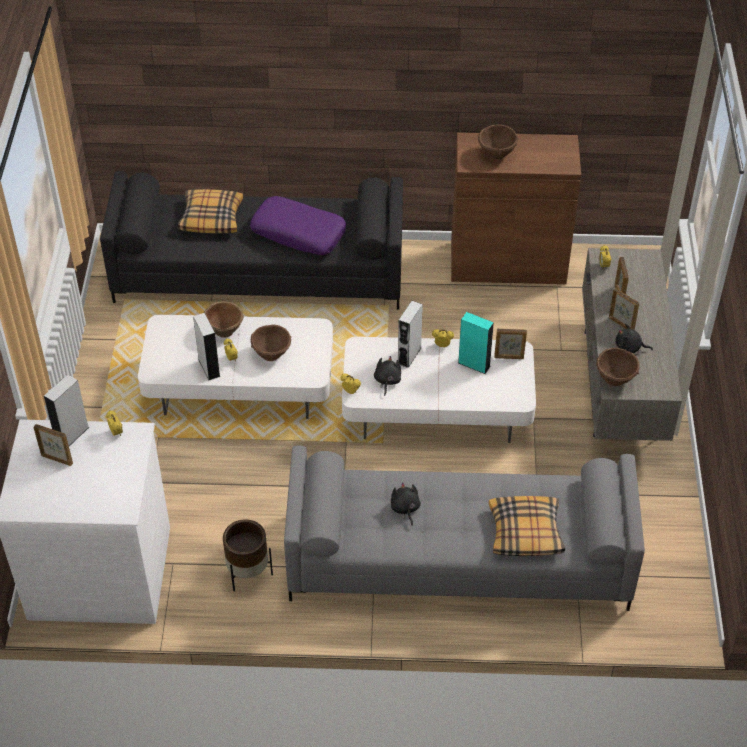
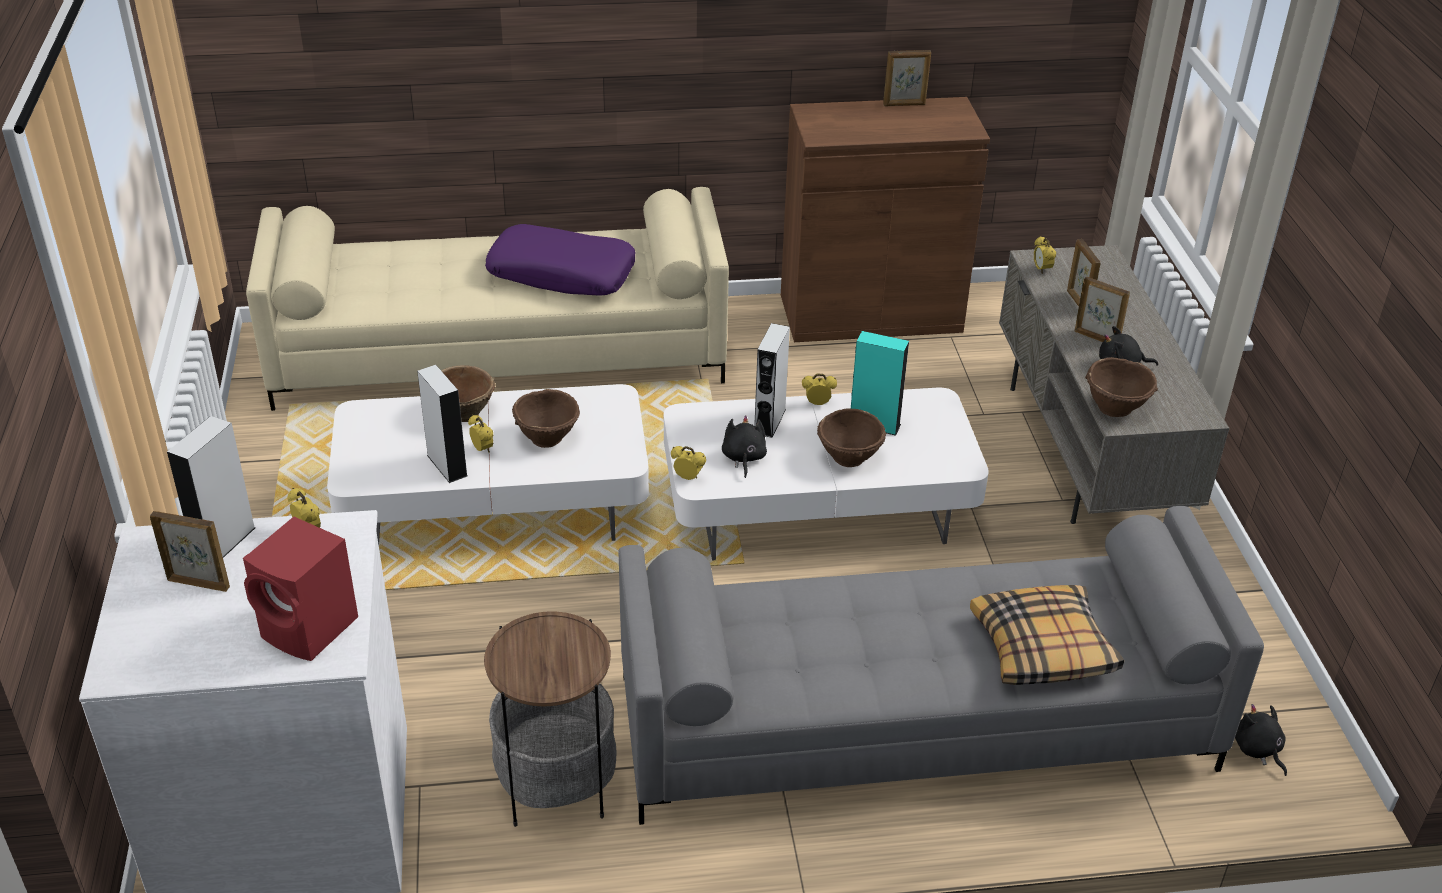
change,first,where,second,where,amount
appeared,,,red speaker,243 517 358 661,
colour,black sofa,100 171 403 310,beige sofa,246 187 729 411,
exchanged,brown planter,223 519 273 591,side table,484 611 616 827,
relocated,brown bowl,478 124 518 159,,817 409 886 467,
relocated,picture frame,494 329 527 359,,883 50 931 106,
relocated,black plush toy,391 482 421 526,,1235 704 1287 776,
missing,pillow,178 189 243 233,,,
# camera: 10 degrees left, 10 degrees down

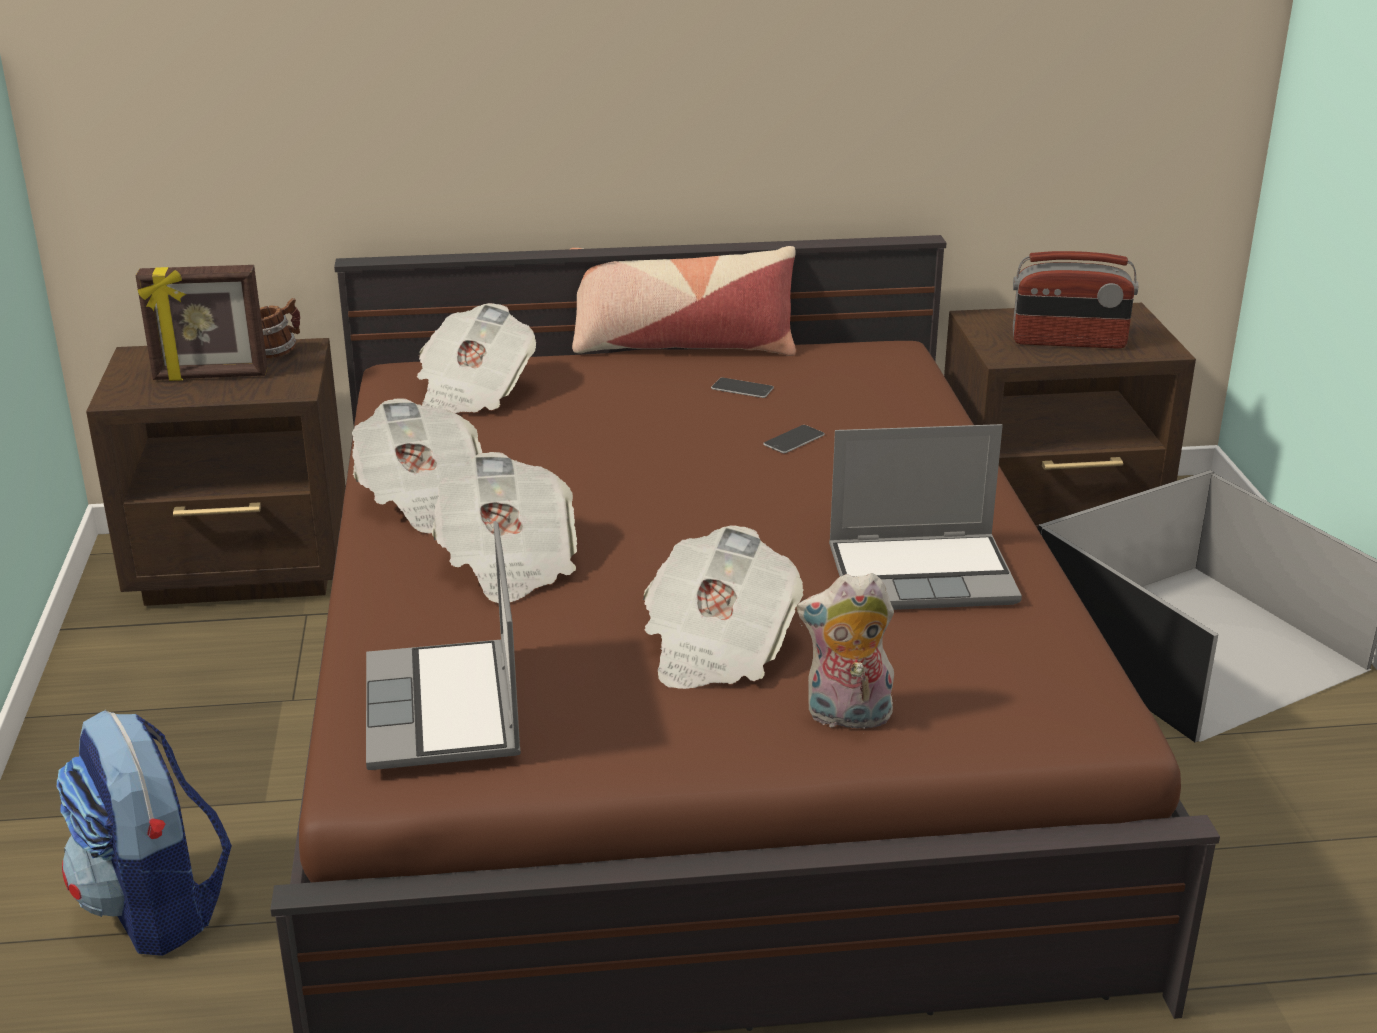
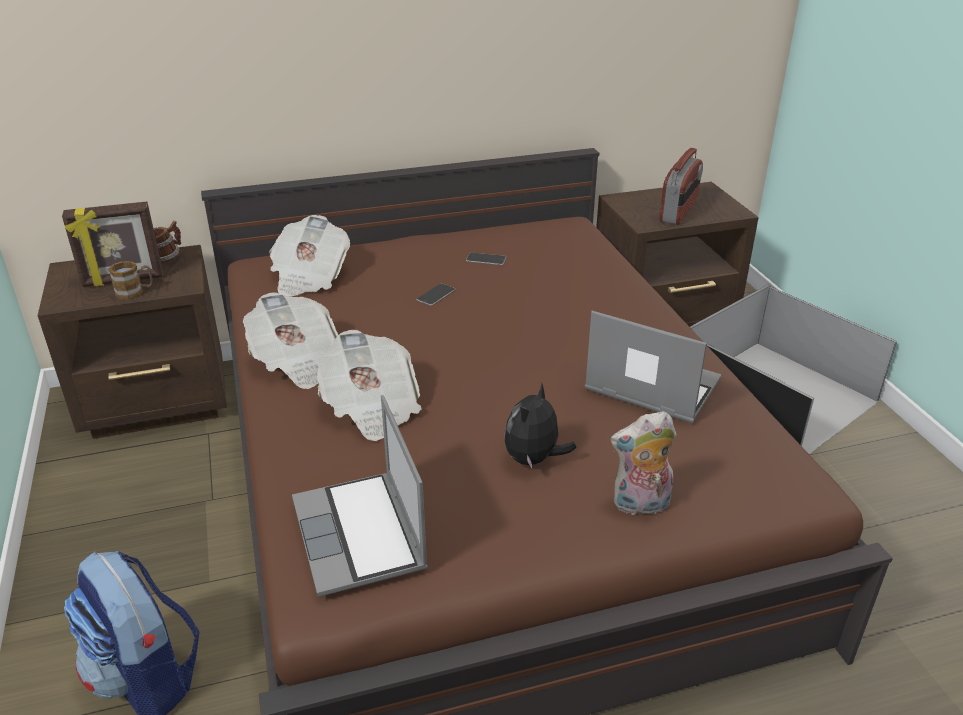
change,first,where,second,where,amount
appeared,,,mug,108 261 153 300,
relocated,phone,763 425 825 453,,417 284 455 306,
exchanged,newspaper,643 525 803 689,plush toy,505 383 576 470,
spun,laptop,829 424 1022 610,,585 311 722 423,135 degrees counterclockwise
spun,radio,1013 251 1139 349,,659 148 703 225,60 degrees counterclockwise
missing,pillow,571 246 796 356,,,
# camera: 10 degrees left, 5 degrees up

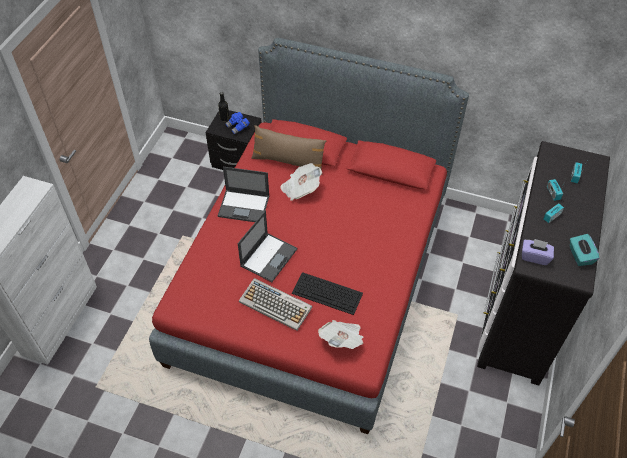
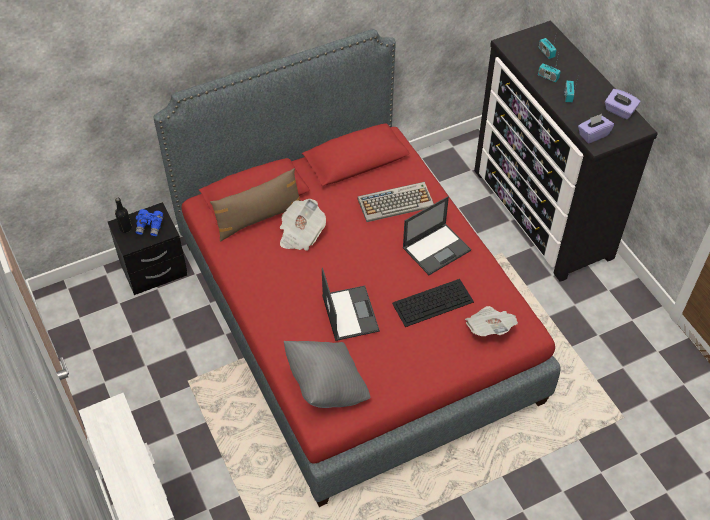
change,first,where,second,where,amount
appeared,,,grey pillow,284 341 370 408,
relocated,keyboard,239 278 312 331,,358 182 434 222,
relocated,laptop,218 167 270 222,,402 196 471 275,
colour,turquoise tissue box,570 234 599 266,purple tissue box,605 89 640 119,
# camera: 45 degrees left, 0 degrees up

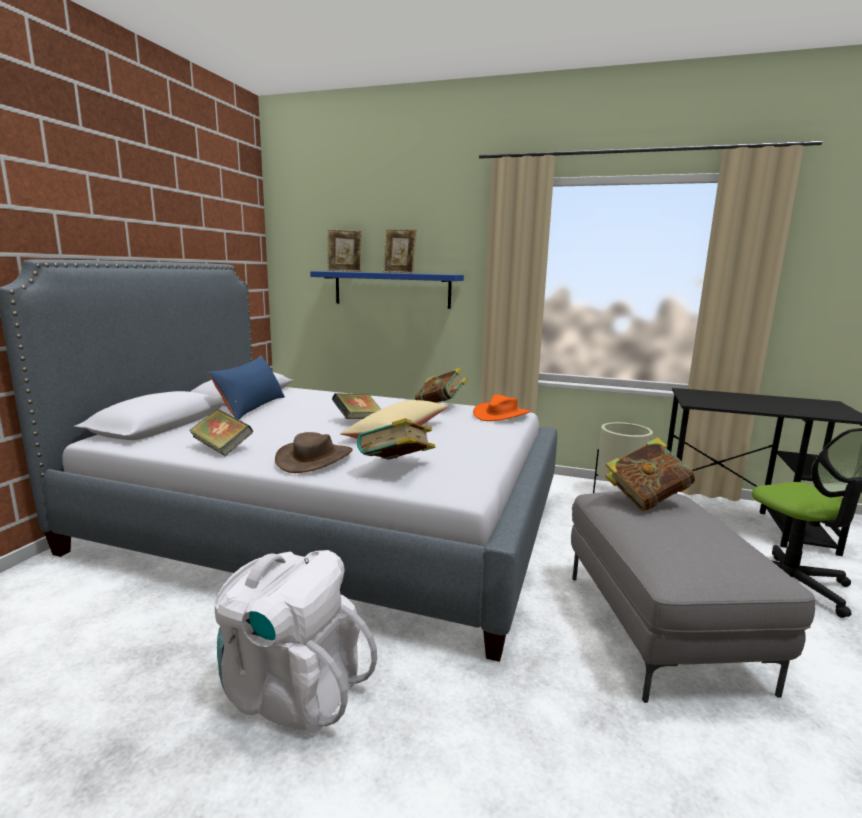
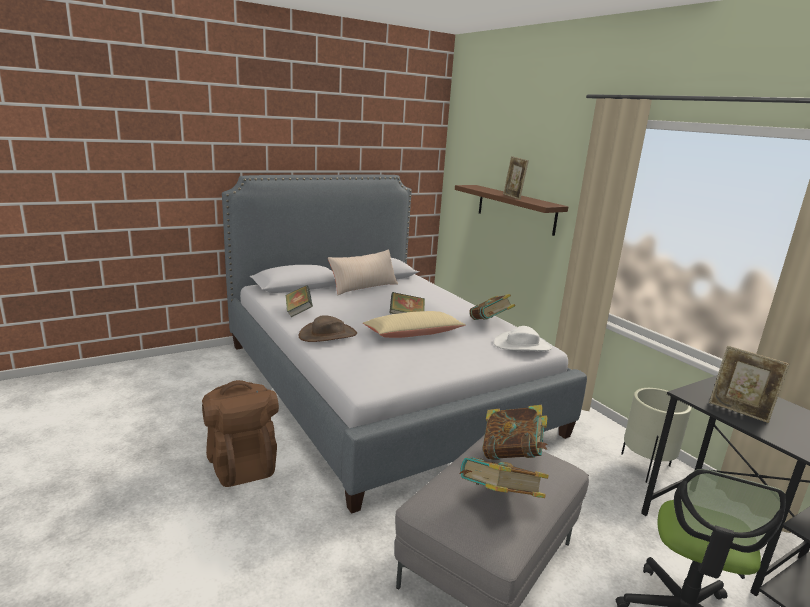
change,first,where,second,where,amount
colour,white backpack,215 550 377 734,brown backpack,202 380 279 487,
colour,blue pillow,208 356 285 420,beige pillow,328 249 398 296,
colour,blue shelf,310 271 464 309,brown shelf,455 185 568 236,
relocated,book,357 418 435 460,,459 457 548 498,
colour,orange hat,473 394 530 421,white hat,493 326 552 351,
relocated,picture frame,327 229 362 272,,709 346 790 423,
# camera: 40 degrees right, 5 degrees up

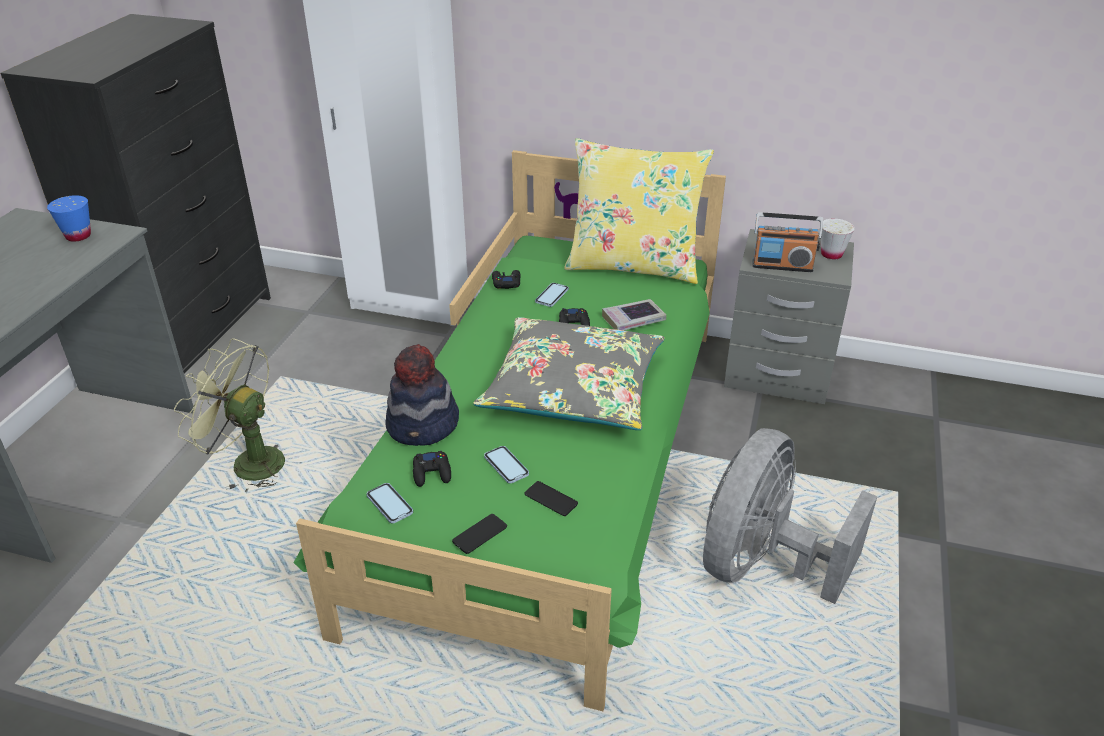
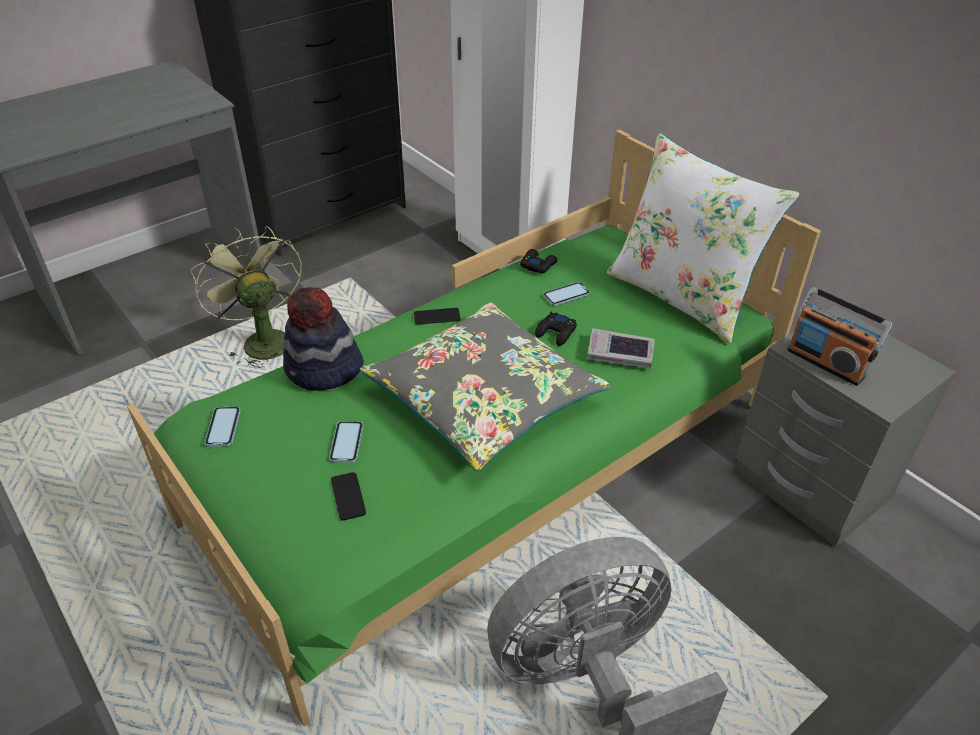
change,first,where,second,where,amount
relocated,phone,452 514 507 554,,414 308 460 325,
colour,yellow pillow,564 138 714 284,white pillow,607 133 800 344,
missing,blue cup,47 195 91 242,,,
missing,black game controller,413 451 451 487,,,
missing,white cup,821 219 855 259,,,
# camera: 35 degrees right, 5 degrees up

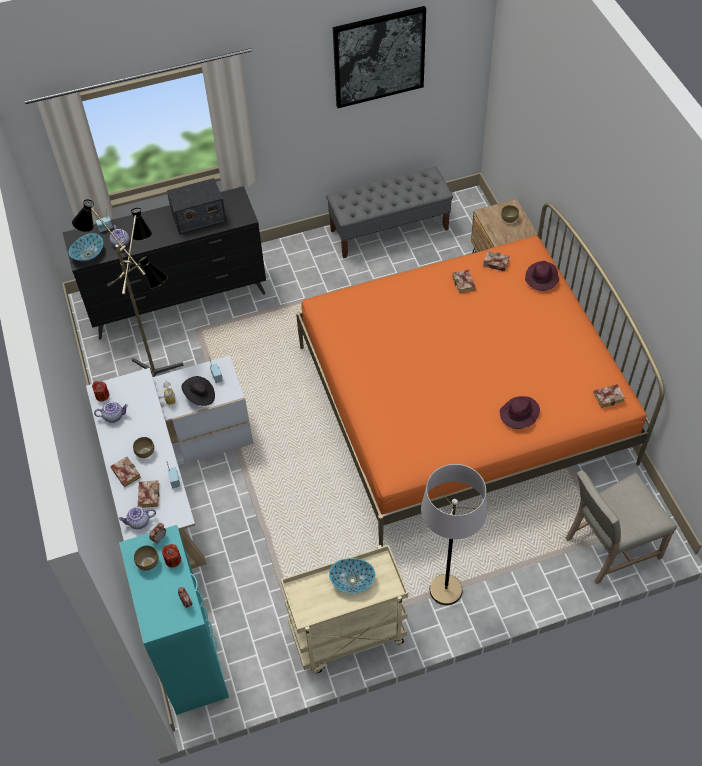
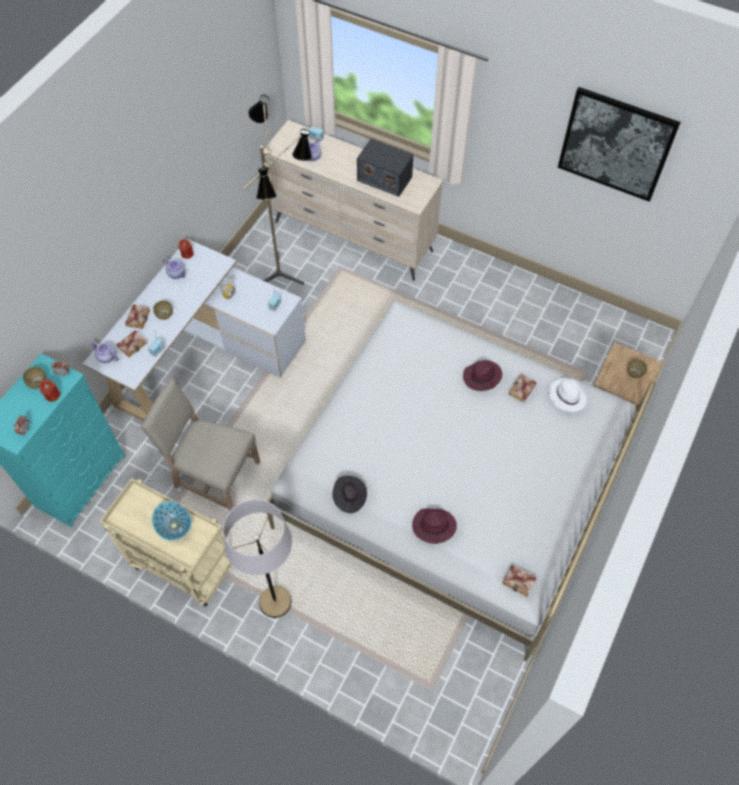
change,first,where,second,where,amount
relocated,beige chair,566 470 677 584,,140 379 260 512,
colour,black dresser,63 186 266 340,beige dresser,263 120 443 281,
colour,orange bed,296 202 665 547,white bed,267 301 656 661,
relocated,black hat,181 376 215 406,,333 476 367 513,
relocated,purple hat,525 261 559 291,,463 360 503 391,
exchanged,book,483 251 510 271,white hat,549 378 586 412,
missing,bowl,69 233 103 261,,,
missing,grey bench,326 166 453 259,,,
# camera: 45 degrees right, 5 degrees up

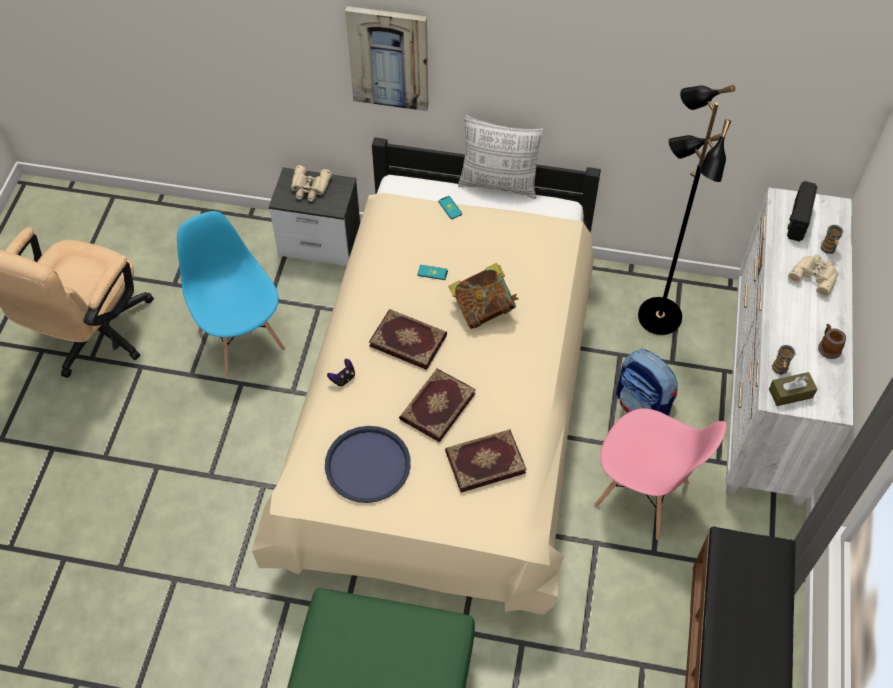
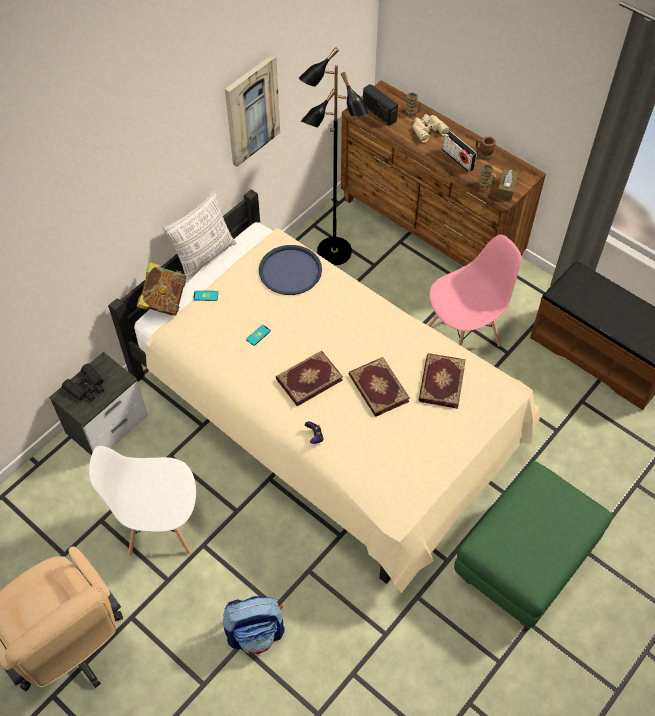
change,first,where,second,where,amount
colour,beige binoculars,291 165 332 201,black binoculars,62 363 104 402,
colour,blue chair,177 211 285 378,white chair,89 446 196 556,
relocated,book,448 263 519 329,,137 262 186 316,
relocated,backpack,616 349 678 416,,223 596 285 654,
relocated,picture,345 6 429 111,,225 54 280 167,
relocated,blue tray,325 426 411 503,,259 245 322 295,
colour,white dresser,726 187 853 506,brown dresser,341 80 546 266,
appeared,,,radio,442 131 477 172,
# camera: 60 degrees left, 0 degrees up

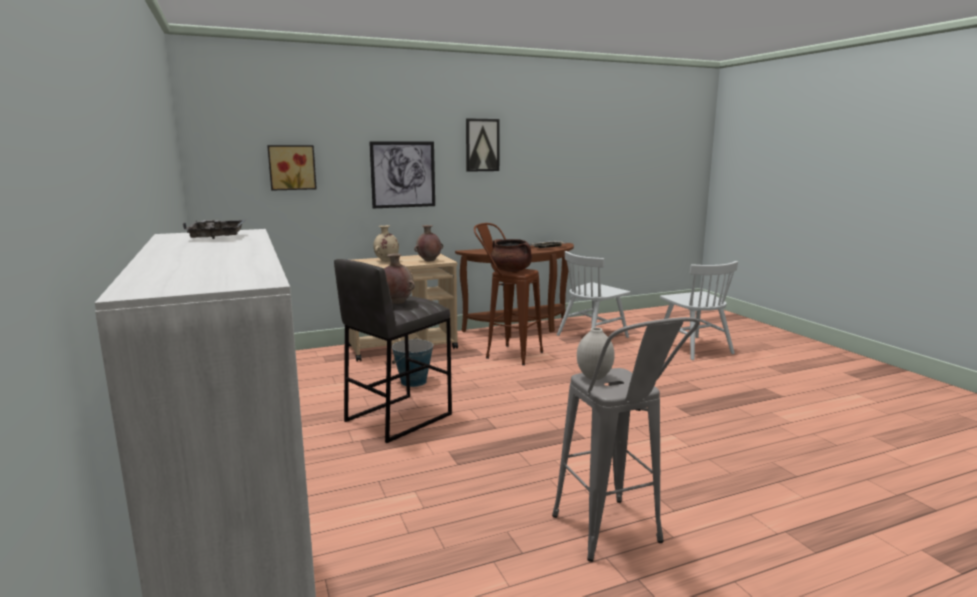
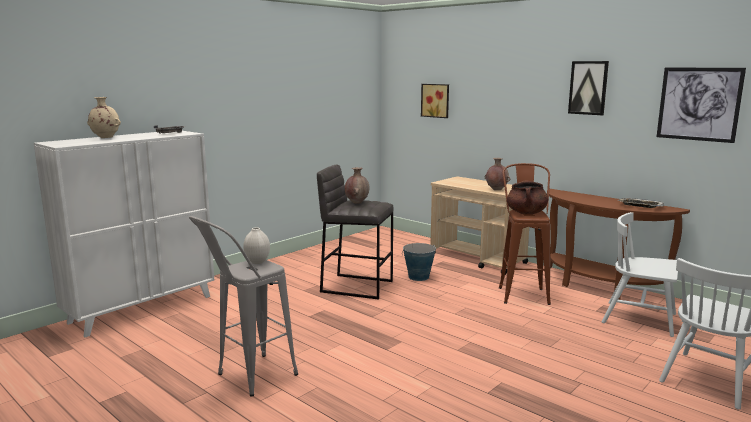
change,first,where,second,where,amount
relocated,beige vase,373 225 399 262,,87 97 121 138,
relocated,picture,369 141 435 208,,657 68 746 143,
# camera: 65 degrees right, 0 degrees up

